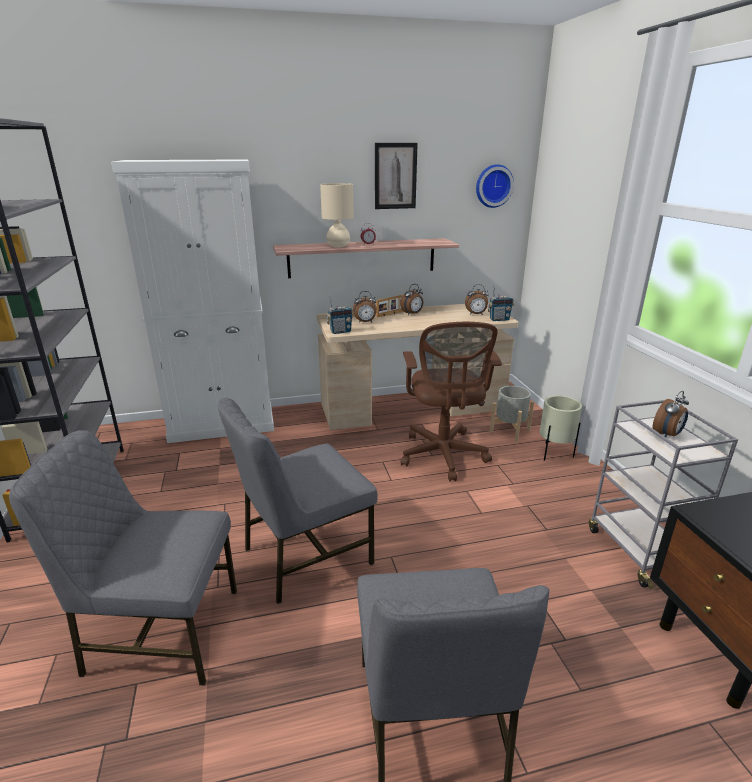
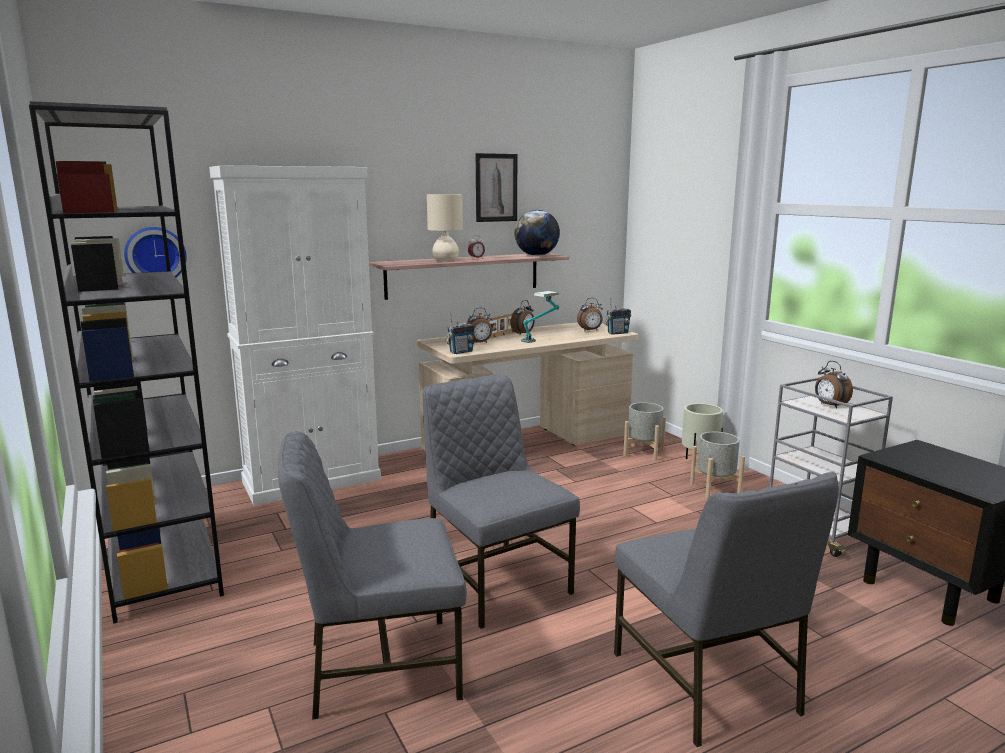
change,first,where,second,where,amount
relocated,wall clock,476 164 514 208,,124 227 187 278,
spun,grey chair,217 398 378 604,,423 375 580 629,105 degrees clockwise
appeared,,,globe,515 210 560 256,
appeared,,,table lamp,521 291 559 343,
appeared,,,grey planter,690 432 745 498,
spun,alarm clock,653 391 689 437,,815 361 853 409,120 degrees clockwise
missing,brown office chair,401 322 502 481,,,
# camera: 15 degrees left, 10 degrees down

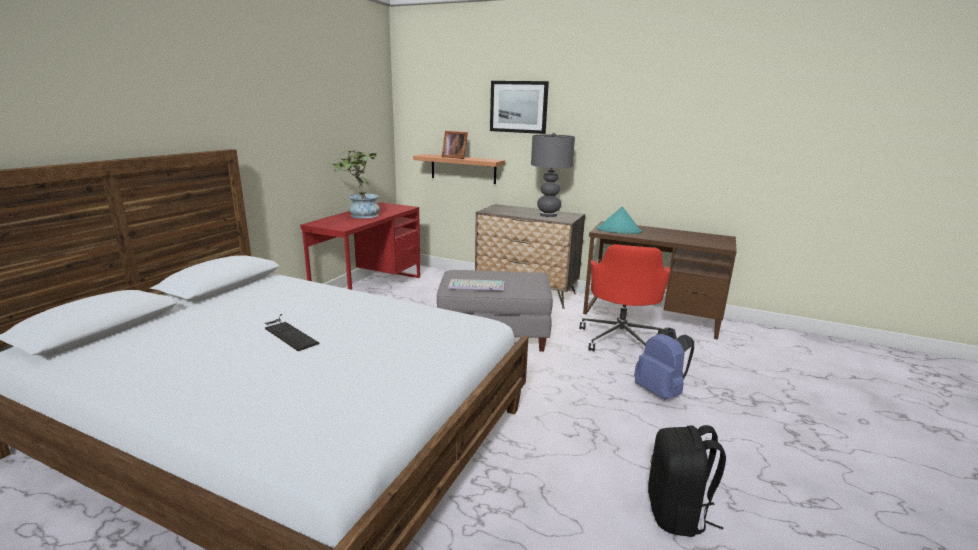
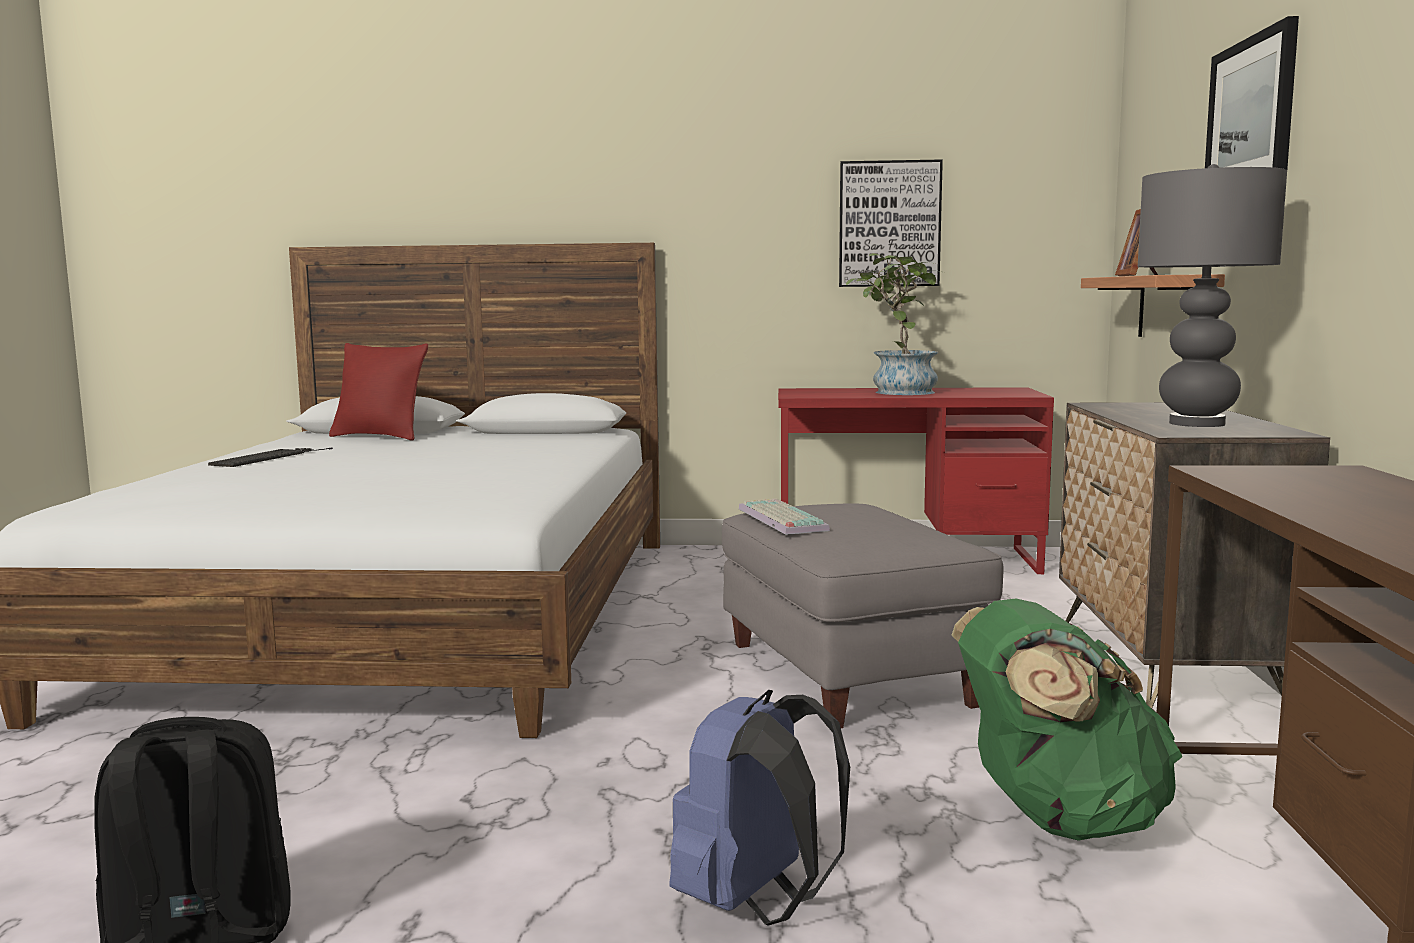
change,first,where,second,where,amount
relocated,keyboard,265 314 319 351,,208 448 333 467,
appeared,,,red pillow,329 343 428 440,
appeared,,,picture,839 159 943 287,
exchanged,red office chair,579 244 670 351,green backpack,952 599 1182 841,
missing,turquoise hat,596 207 642 234,,,
# camera: 70 degrees right, 10 degrees down

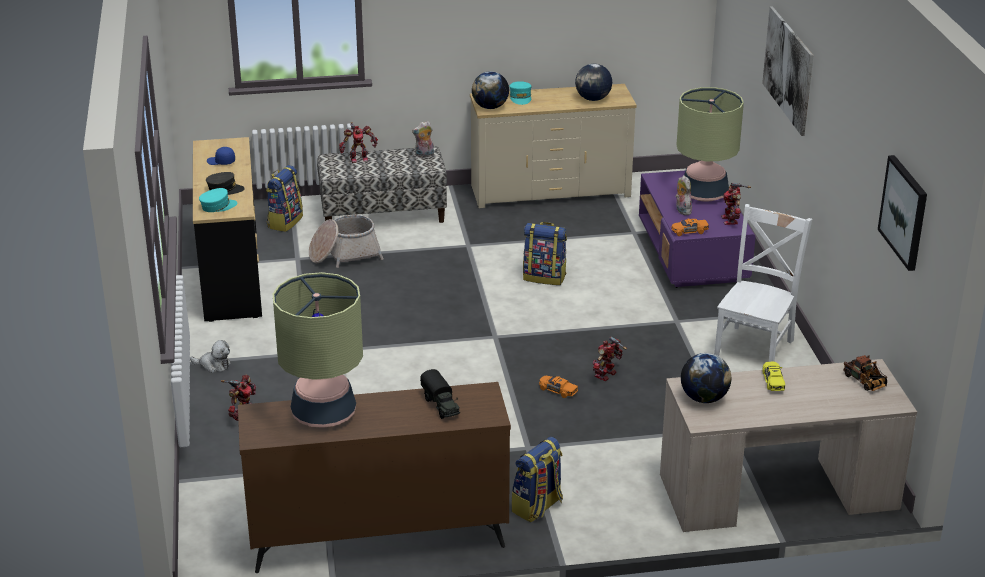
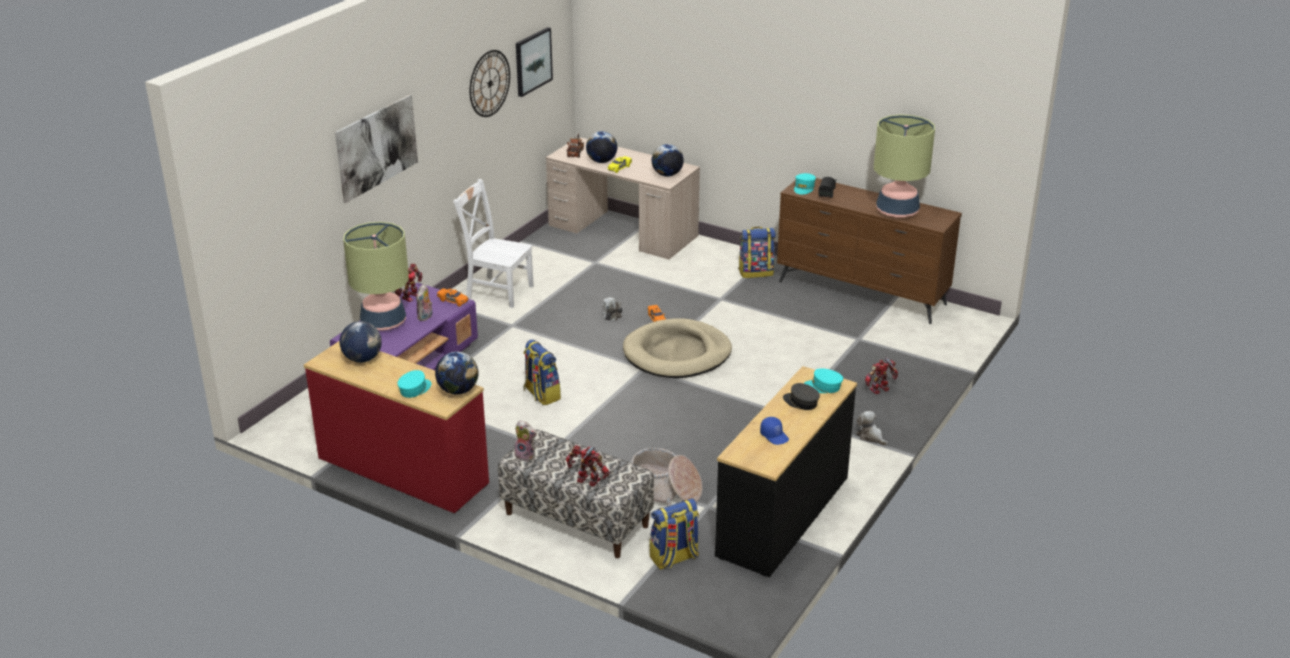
change,first,where,second,where,amount
colour,beige dresser,470 84 637 208,red dresser,304 341 489 513,
spun,white chair,714 204 812 362,,453 179 534 308,45 degrees clockwise
appeared,,,wall clock,469 50 510 117,
appeared,,,globe,586 131 617 163,
exchanged,toy robot,593 336 627 381,plush toy,602 297 623 321,
appeared,,,beige dog bed,623 318 732 378,
appeared,,,turquoise cap,794 173 816 194,
# camera: 140 degrees left, 0 degrees up

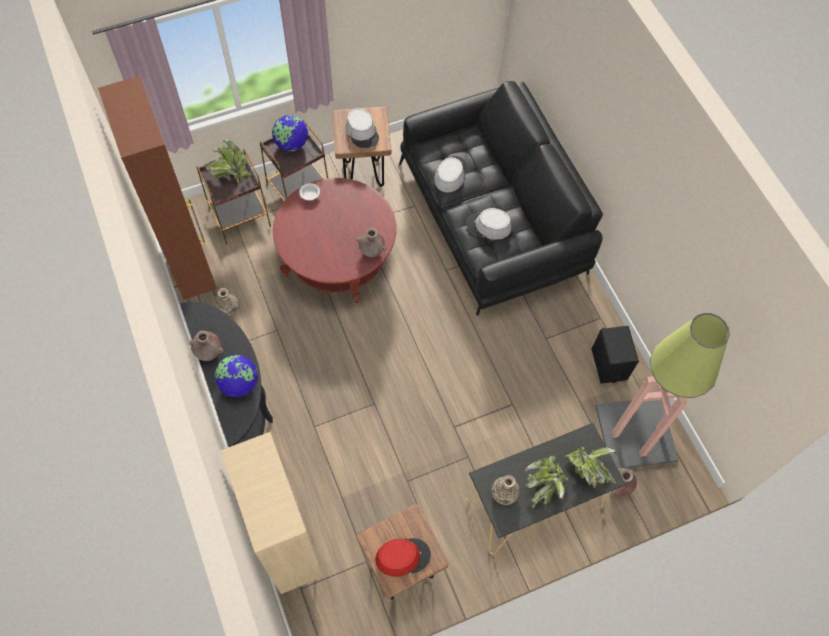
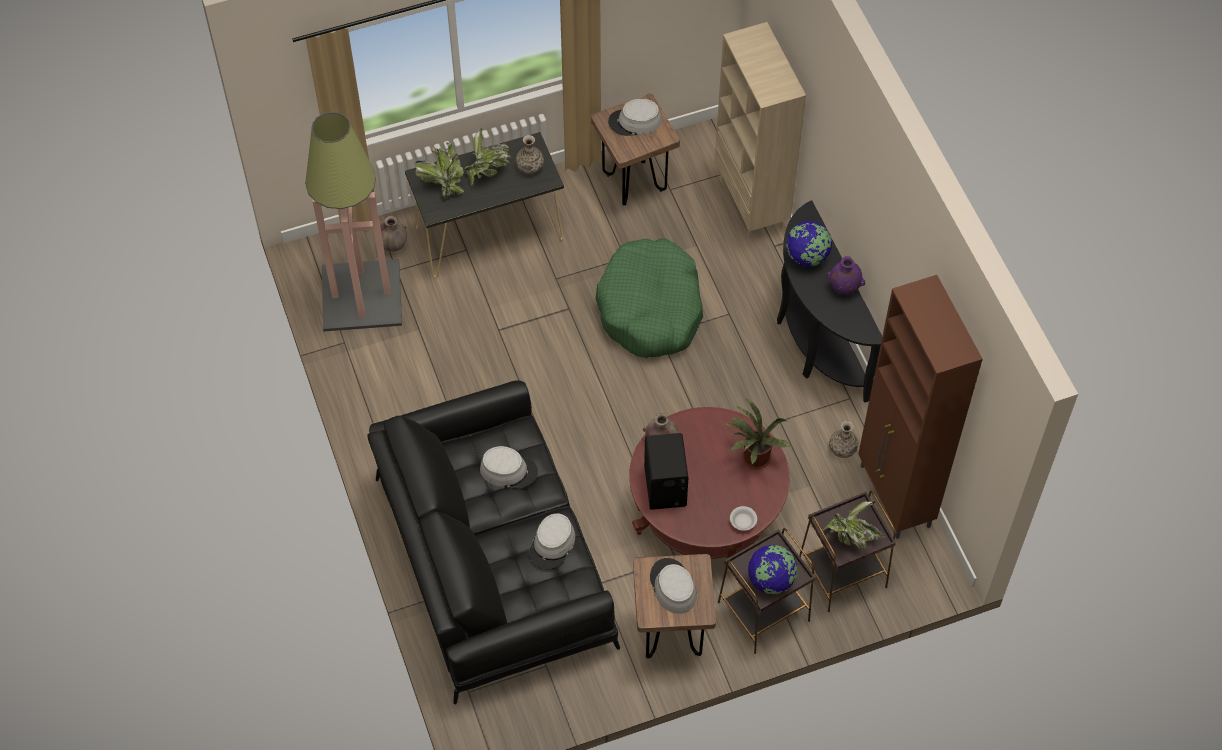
change,first,where,second,where,amount
appeared,,,green dog bed,596 238 703 358,
colour,red hat,375 538 431 577,grey hat,608 99 662 136,
relocated,black speaker,592 326 639 384,,644 433 689 510,
appeared,,,potted plant,723 398 792 469,
colour,brown vase,189 331 224 361,purple vase,827 256 865 295,
# camera: 175 degrees left, 5 degrees down

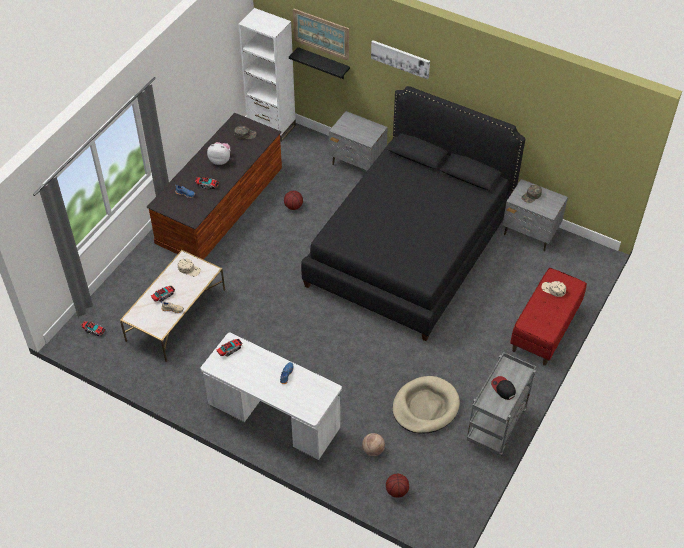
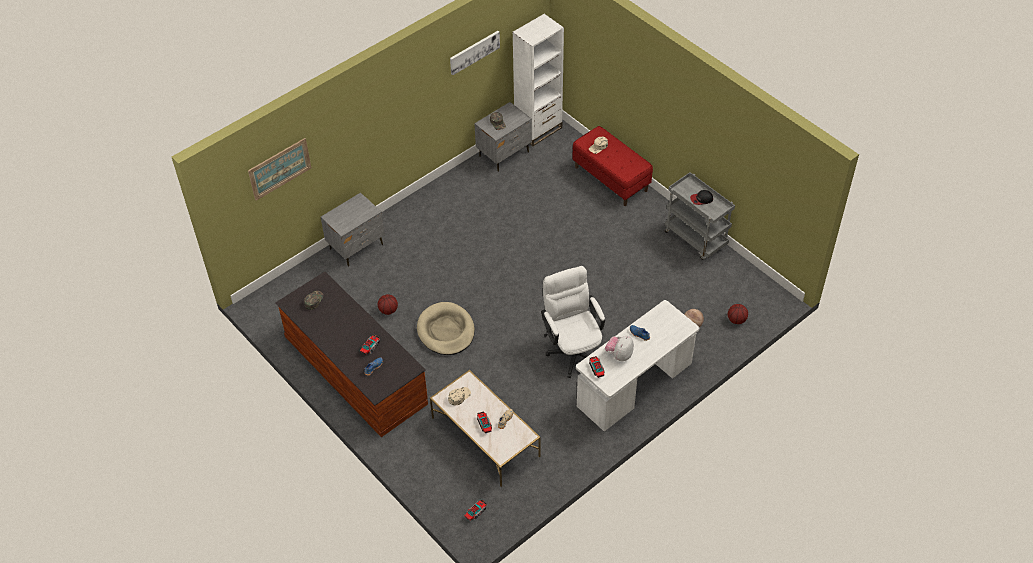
change,first,where,second,where,amount
relocated,beige dog bed,392 376 460 434,,417 302 475 355,
relocated,picture,371 40 430 79,,450 31 500 75,
relocated,white bookcase,238 8 296 142,,512 14 564 146,
appeared,,,white office chair,541 266 605 378,
relocated,plush toy,207 142 230 165,,605 336 634 361,
missing,black shelf,289 47 350 79,,,
missing,black bed,301 86 525 341,,,
# camera: 70 degrees left, 0 degrees up

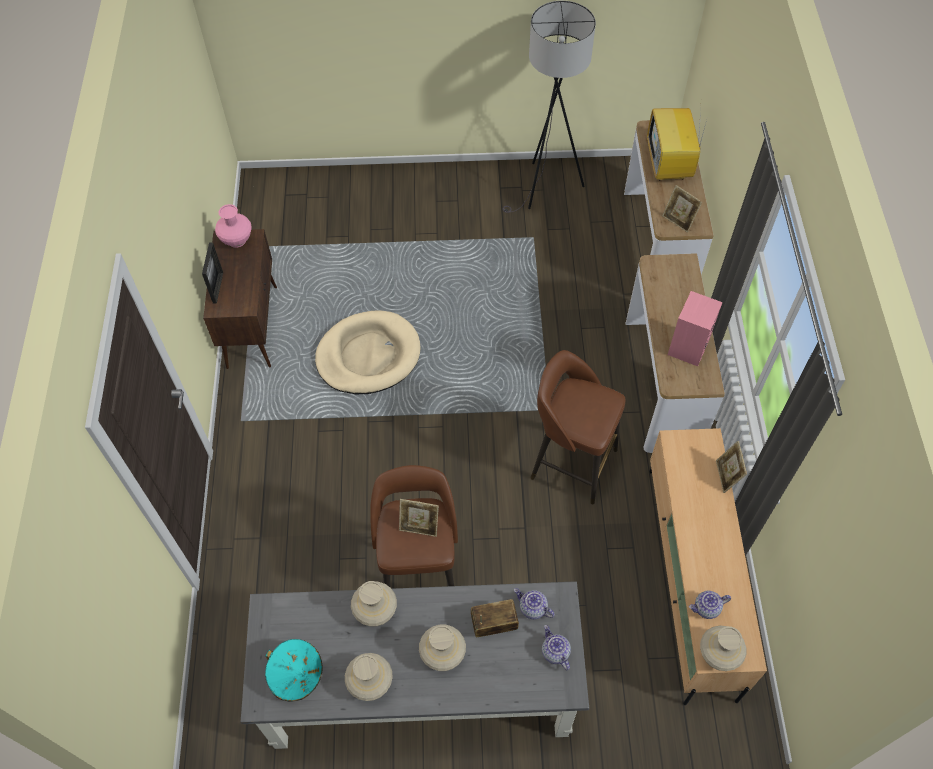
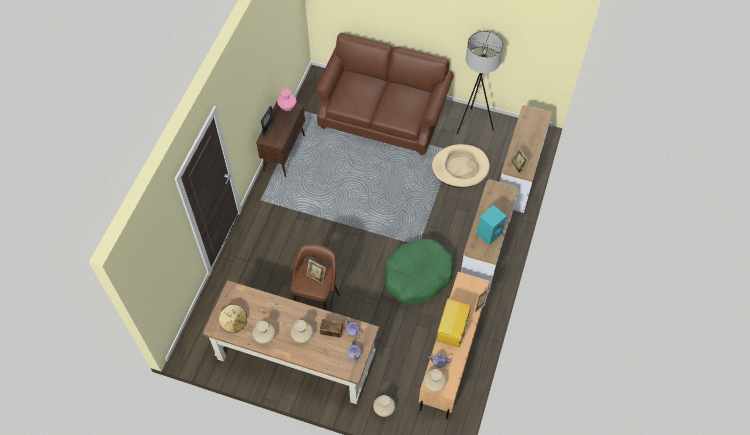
change,first,where,second,where,amount
colour,grey desk,241 581 589 749,brown desk,202 280 379 404,
colour,turquoise hat,265 639 322 702,beige hat,219 304 247 333,
appeared,,,brown sofa,315 33 454 155,
relocated,beige vase,351 581 397 626,,373 395 395 417,
exchanged,brown stool,530 350 625 505,green dog bed,385 239 453 305,
relocated,beige dog bed,315 310 421 394,,432 144 490 188,
relocated,television,647 108 708 181,,436 298 471 347,
colour,pink speaker,668 291 723 366,turquoise speaker,477 205 507 245,
# camera: 20 degrees right, 0 degrees up

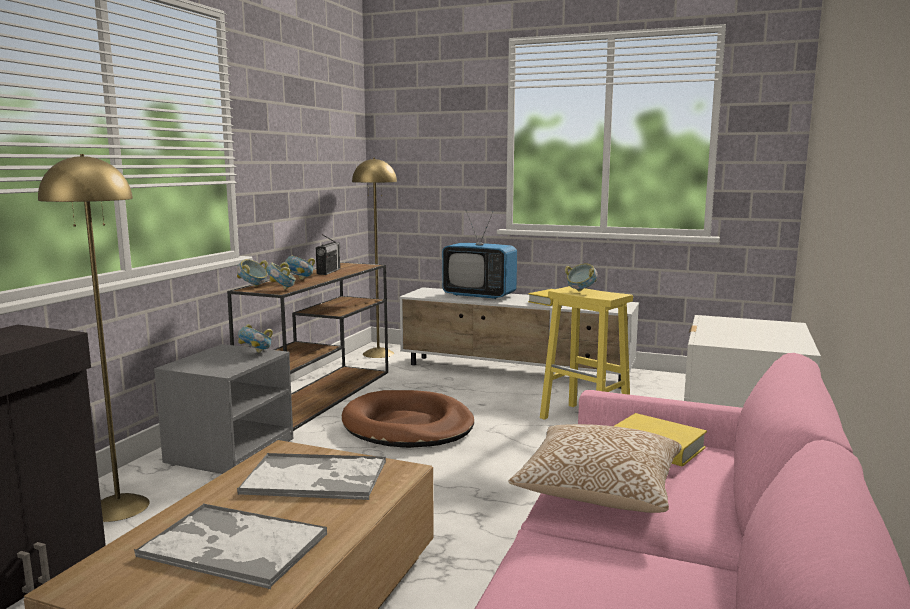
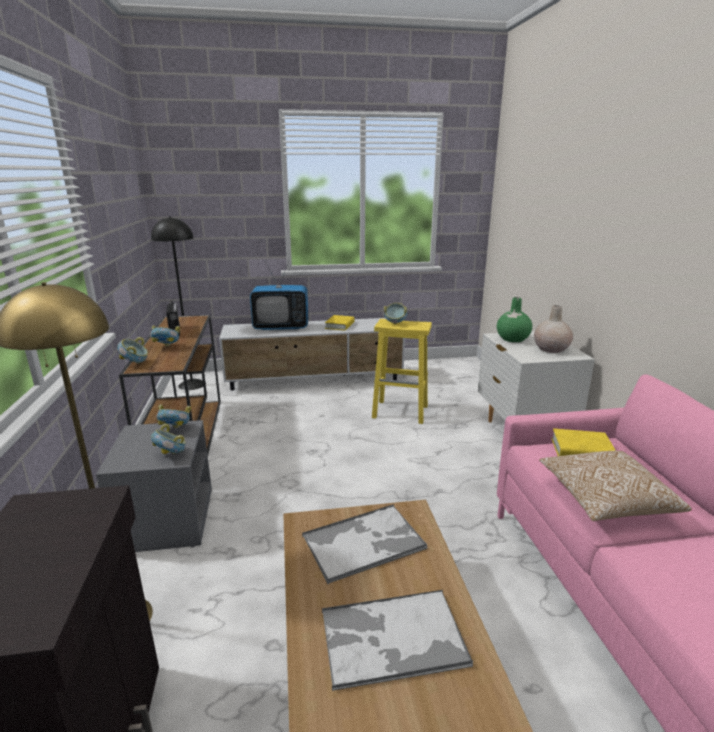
change,first,where,second,where,amount
colour,yellow floor lamp,352 158 397 358,black floor lamp,151 217 206 390,
relocated,bowl,266 262 296 290,,151 424 186 454,
appeared,,,green vase,497 297 532 342,
appeared,,,beige vase,534 305 573 353,
missing,brown dog bed,342 390 474 448,,,
# camera: 30 degrees left, 10 degrees up

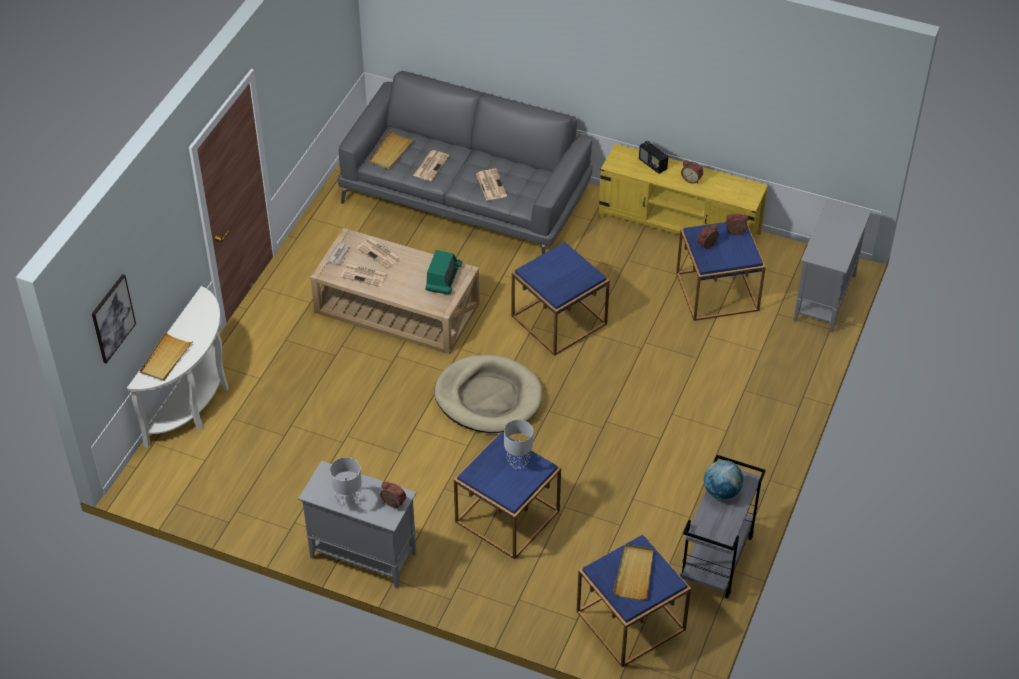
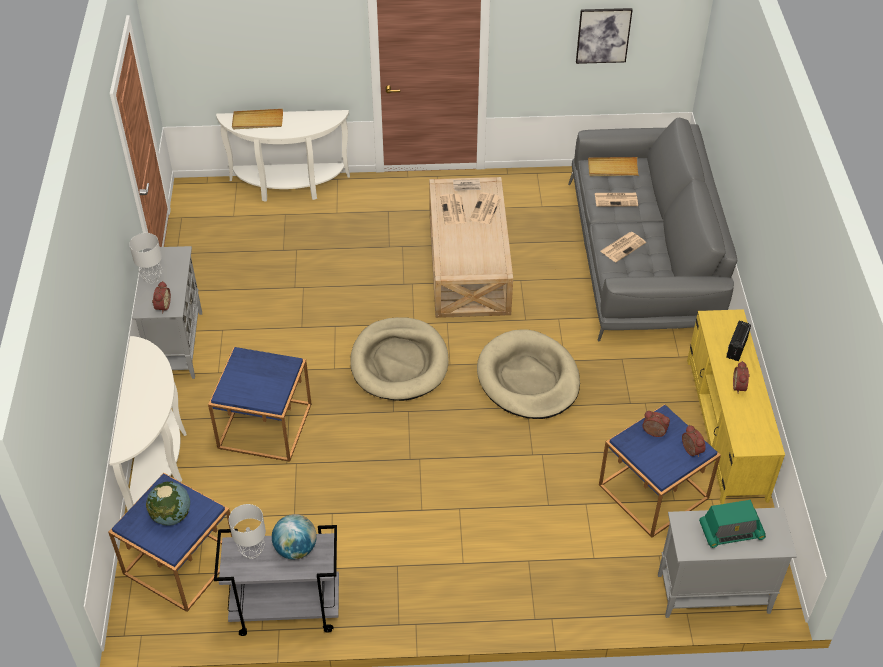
change,first,where,second,where,amount
appeared,,,white console table,109 336 187 511,
exchanged,beige tray,613 544 654 600,globe,146 481 190 526,
relocated,grey table lamp,504 420 533 469,,229 504 266 559,
exchanged,blue side table,512 242 610 355,beige dog bed,477 330 580 419,
relocated,picture,92 274 136 364,,576 8 632 64,
relocated,radio,426 250 462 294,,699 500 766 548,
# camera: 65 degrees right, 0 degrees up

